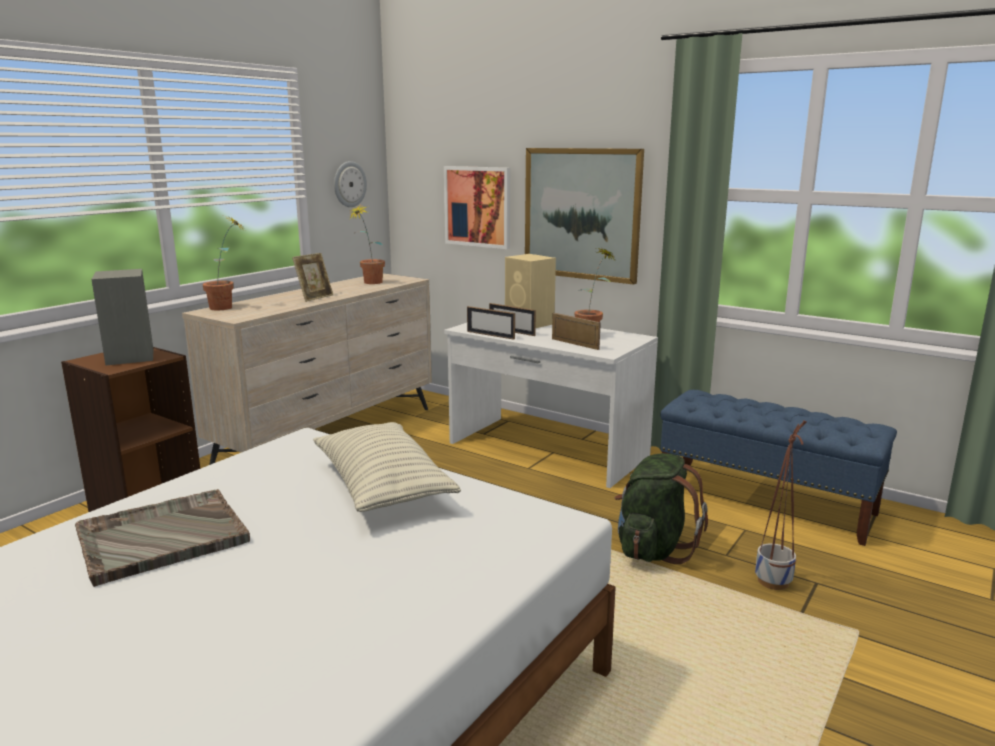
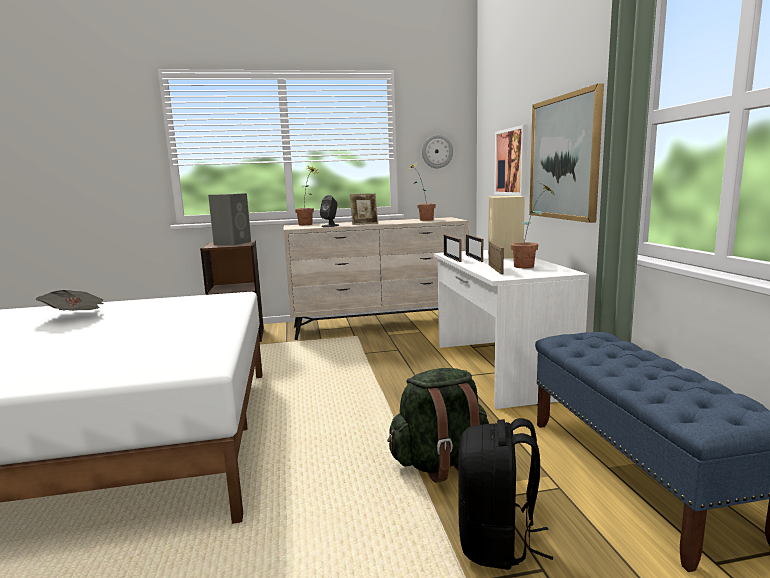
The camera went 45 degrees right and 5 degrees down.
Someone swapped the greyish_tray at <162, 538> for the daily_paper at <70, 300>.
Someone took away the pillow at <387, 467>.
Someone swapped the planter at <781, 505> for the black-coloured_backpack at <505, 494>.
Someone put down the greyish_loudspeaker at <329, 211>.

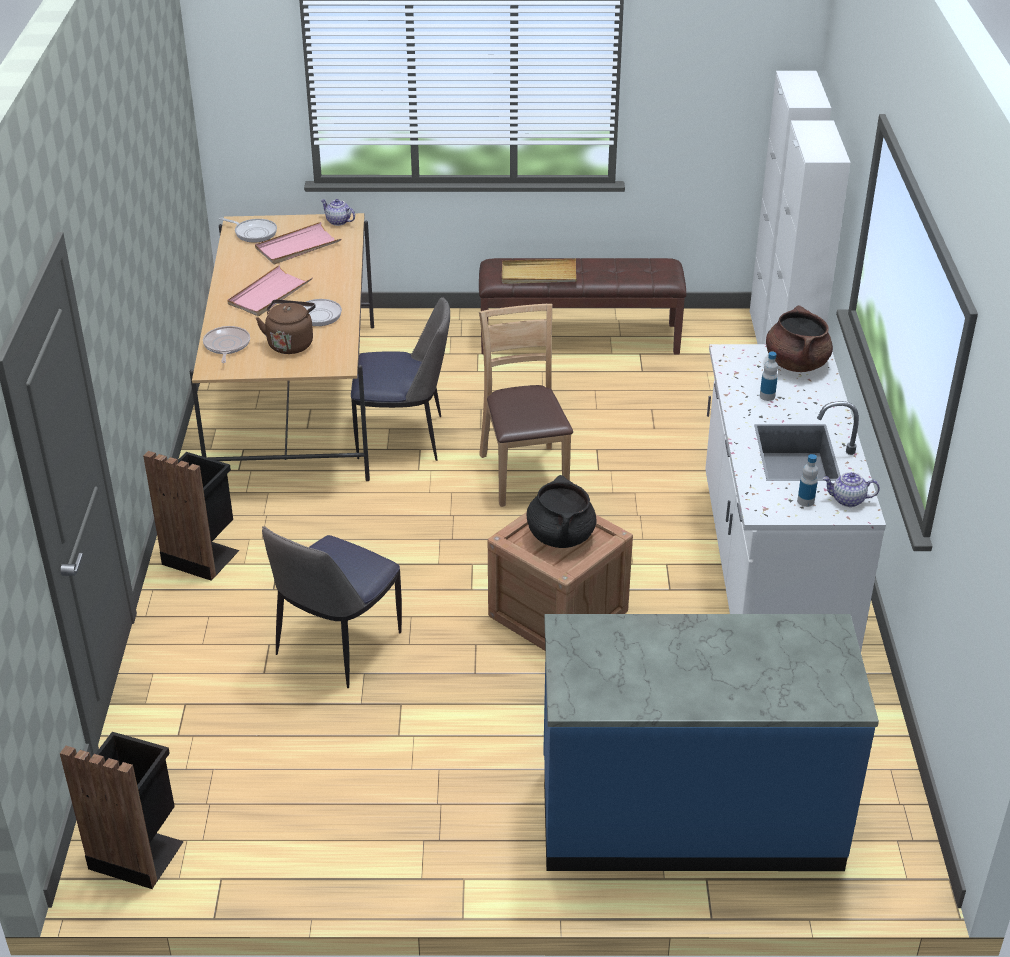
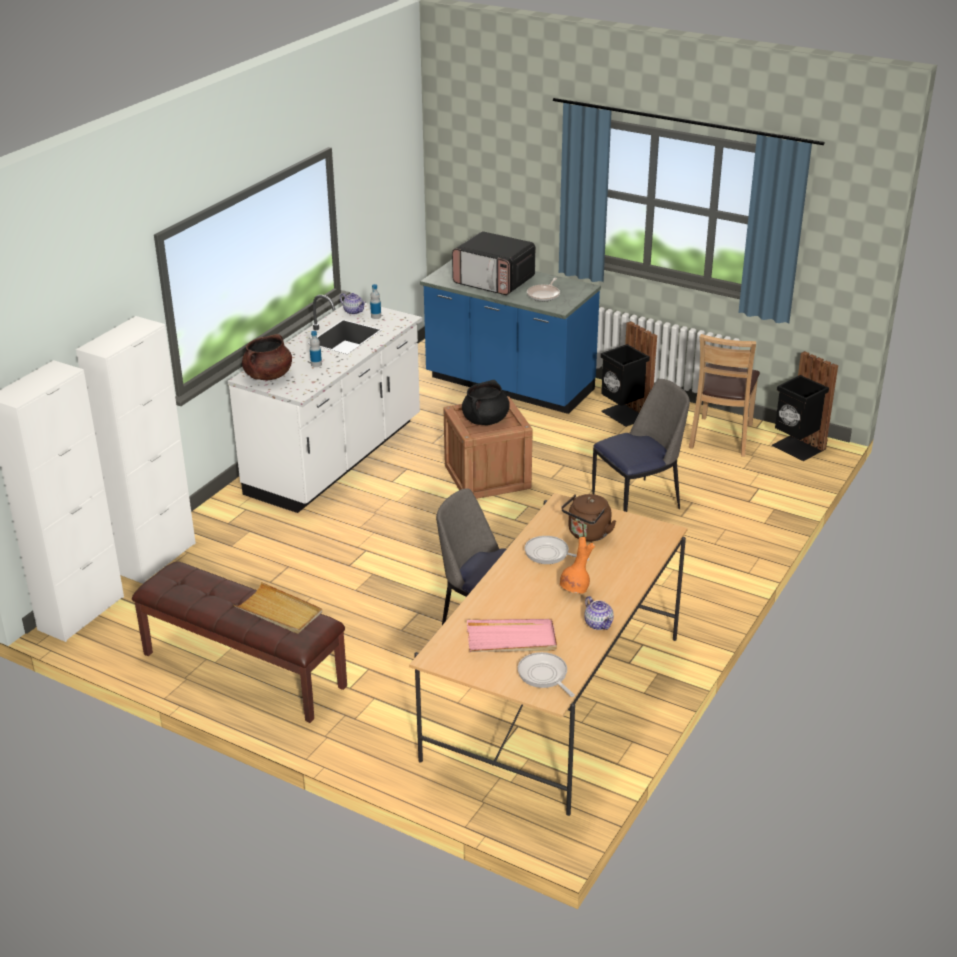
The camera went 150 degrees left and 5 degrees down.
Someone carried the black-coloured_rubbish_bin from <191, 516> to <628, 374>.
Someone carried the pan from <226, 344> to <543, 289>.
Someone swapped the pinkish_tray at <269, 290> for the orange-coloured_flower_vase at <577, 565>.
Someone carried the pot_for_tea from <338, 212> to <599, 613>.
Someone carried the brown_chair from <526, 405> to <724, 395>.
Someone put down the microwave_oven at <493, 263>.

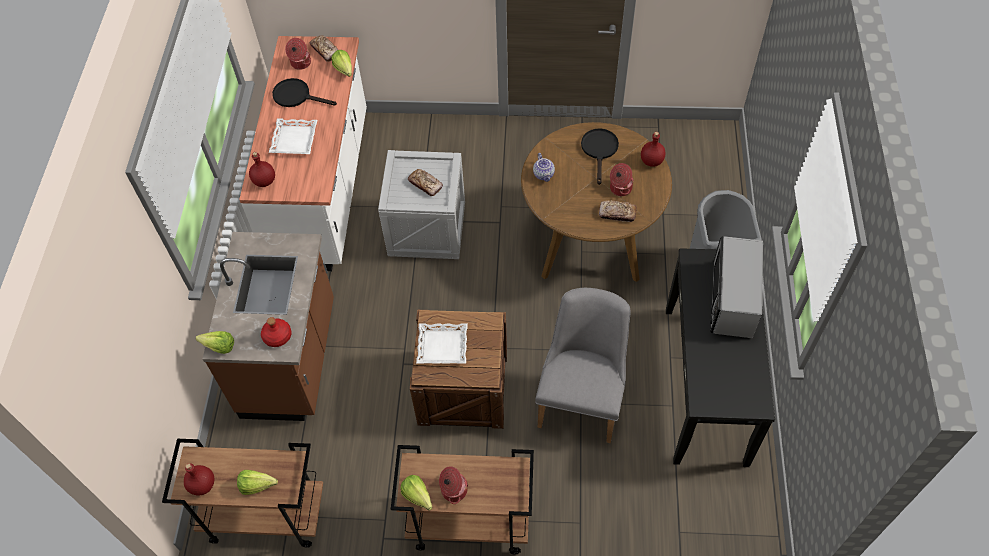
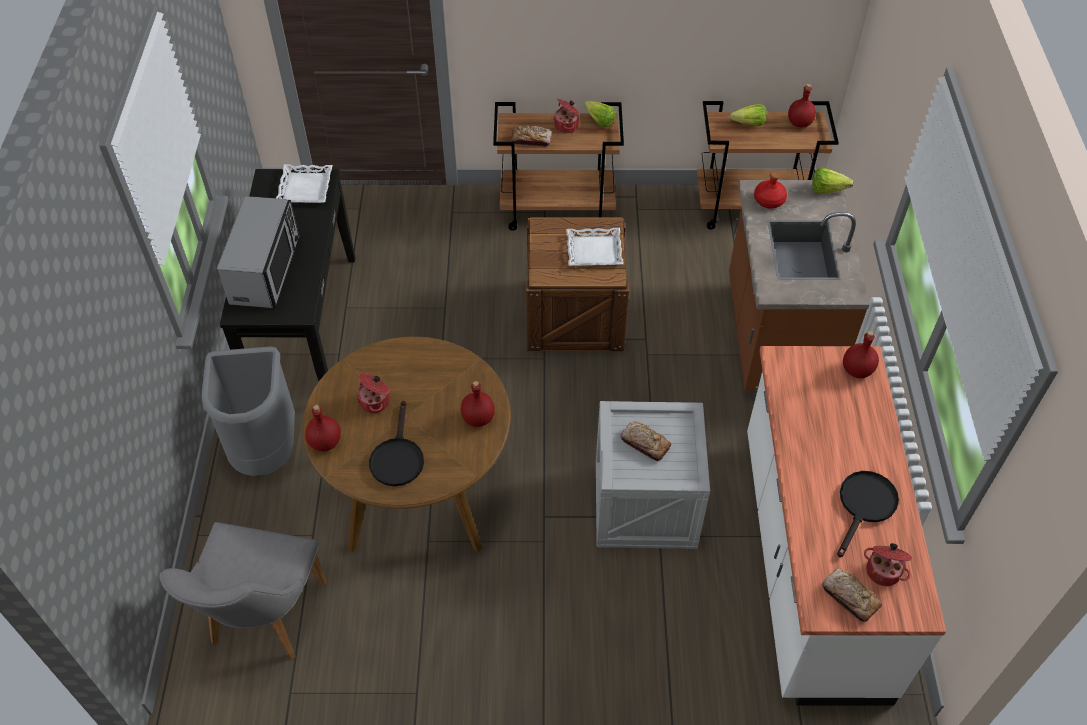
The camera went 175 degrees right and 5 degrees down.
Someone carried the whitish_tray from <293, 136> to <304, 183>.
Someone rotated the black-coloured_pan at <304, 92> by 75 degrees counterclockwise.
Someone took away the lettuce_head at <341, 63>.
Someone swapped the pot_for_tea at <544, 167> for the red_beverage_bottle at <478, 404>.
Someone carried the greyish_chair from <583, 365> to <243, 591>.
Someone carried the bakery_bread from <618, 211> to <531, 136>.

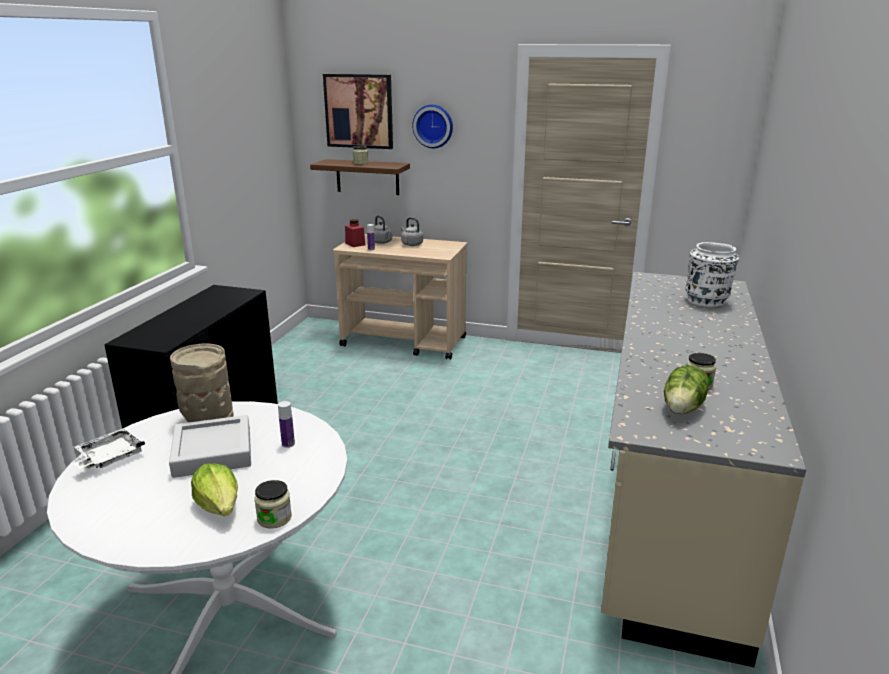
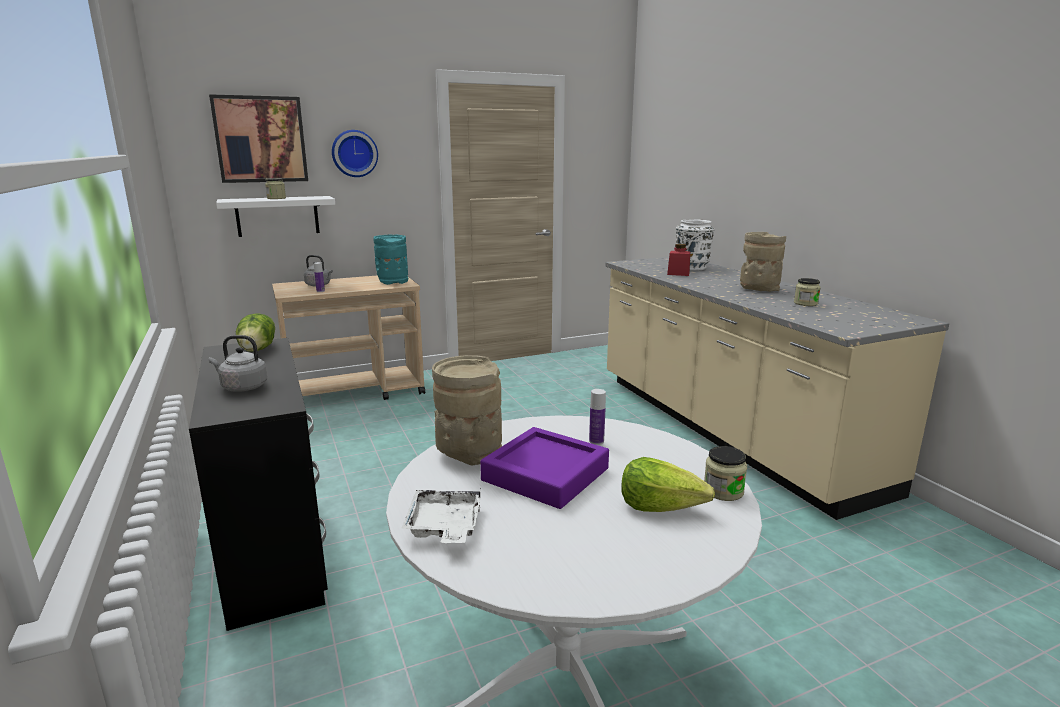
The camera went 40 degrees left and 5 degrees down.
Someone repainted the greyish_tray at <210, 446>, which became the purple_tray at <544, 468>.
Someone repainted the brown_wall_shelf at <360, 177>, which became the whitish_wall_shelf at <275, 216>.
Someone carried the red_jar from <355, 233> to <678, 260>.
Someone carried the greyish_tea_kettle from <412, 231> to <238, 363>.
Someone carried the lettuce_head from <686, 389> to <255, 332>.
Someone put down the turquoise_flower_vase at <390, 260>.
Someone put down the beige-coloured_flower_vase at <763, 262>.

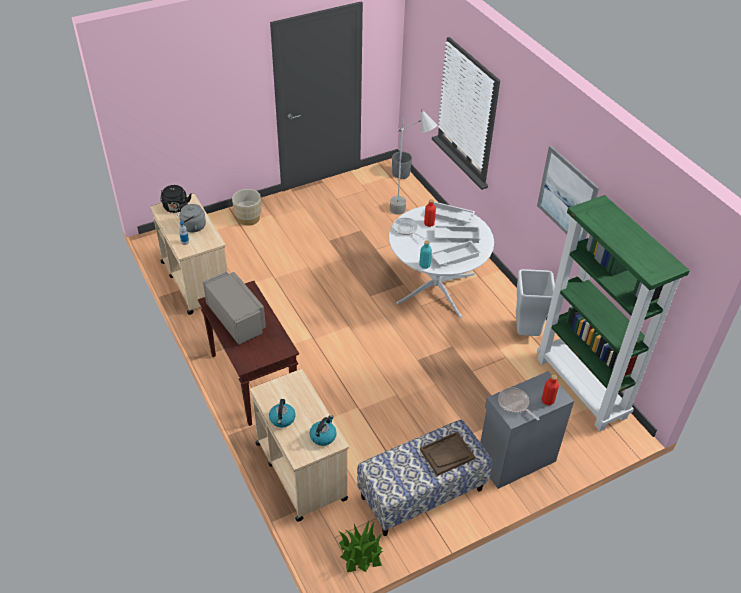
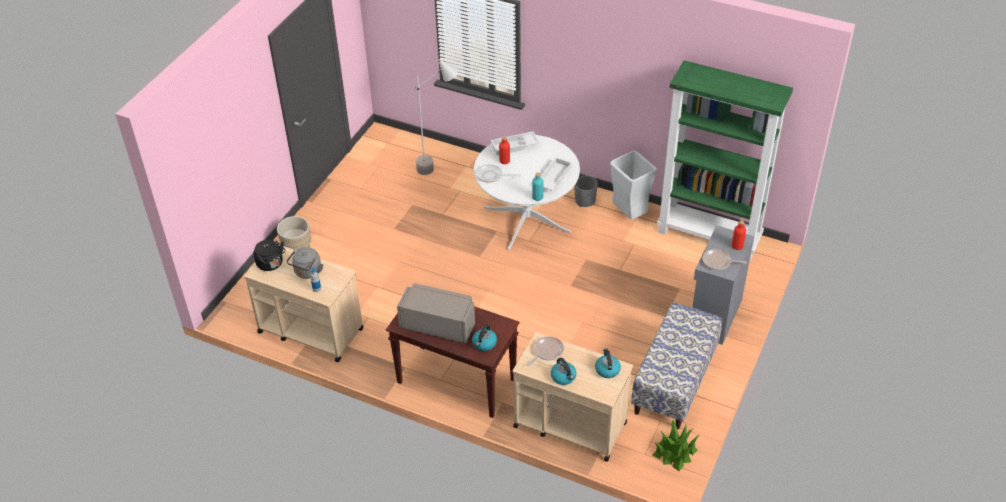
The camera went 35 degrees left and 0 degrees up.
Someone carried the greyish_planter from <402, 165> to <586, 191>.
Someone took away the brown_tray at <447, 454>.
Someone took away the whitish_tray at <457, 234>.
Someone took away the wall_picture at <568, 193>.
Someone put down the tea_kettle at <484, 337>.
Someone put down the pan at <545, 351>.

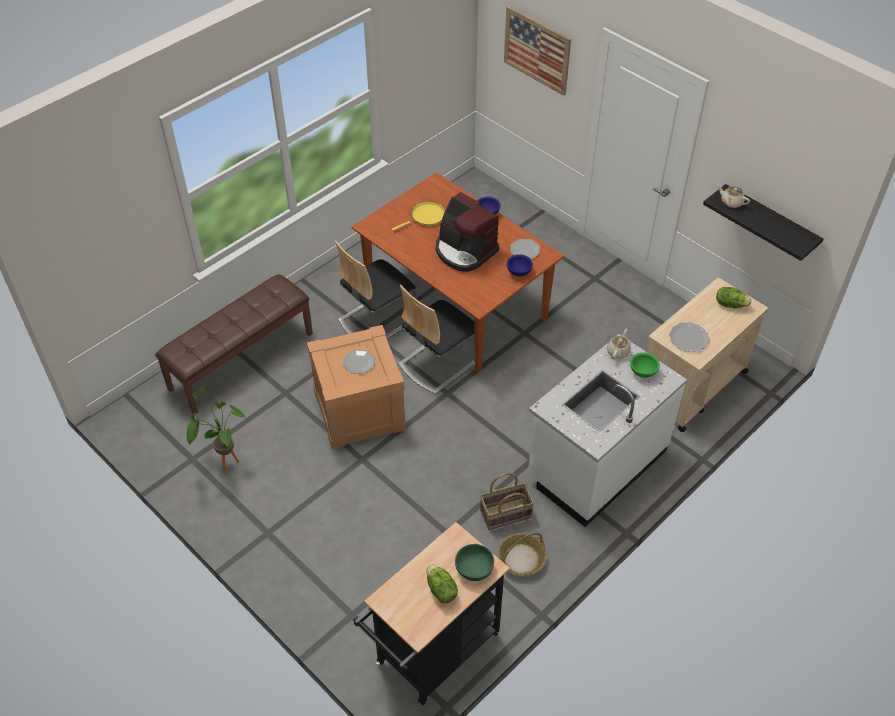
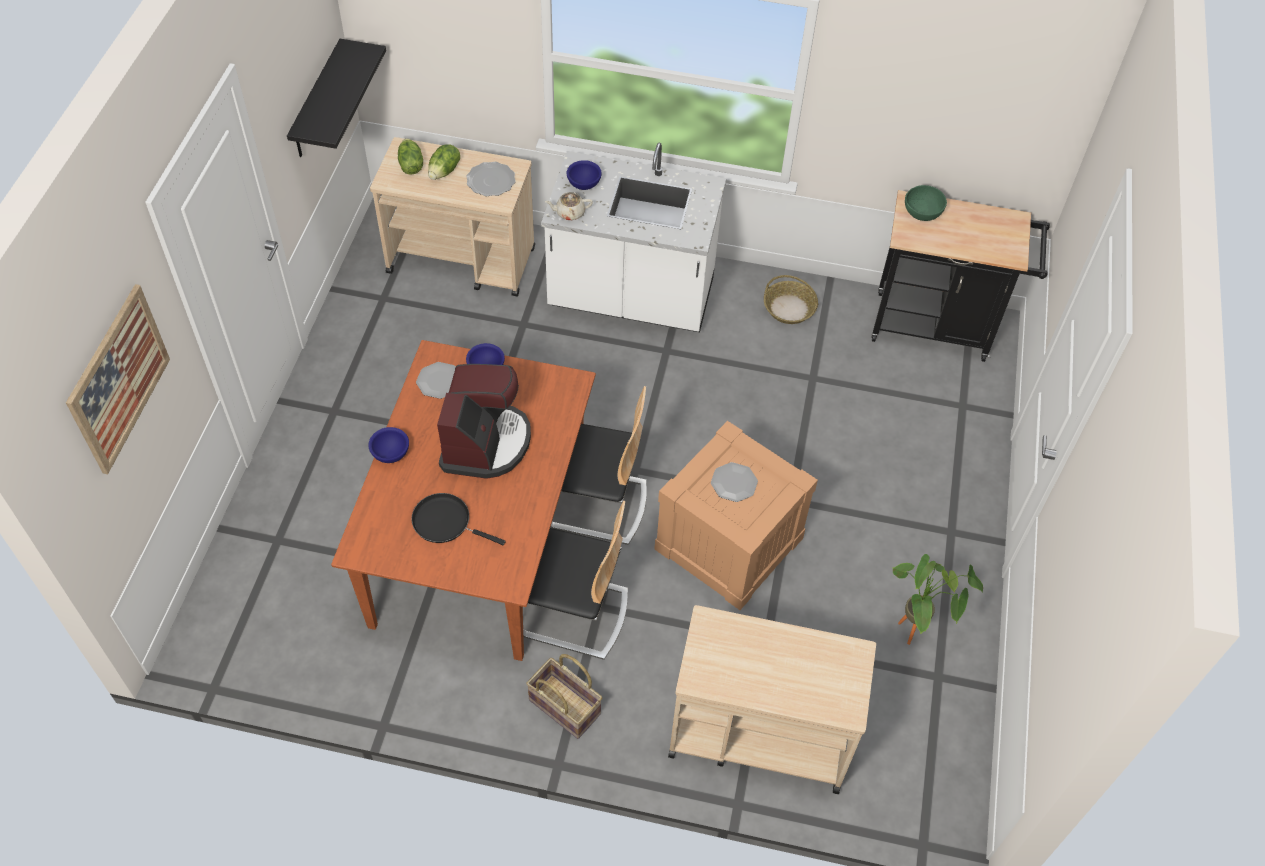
The camera went 125 degrees left and 5 degrees up.
Someone swapped the brown_bench at <234, 344> for the beige-coloured_trolley at <772, 699>.
Someone repainted the yellow_pan at <418, 216>, which became the black-coloured_pan at <458, 519>.
Someone carried the lettuce_head from <442, 584> to <444, 162>.
Someone carried the household_basket from <507, 501> to <564, 696>.
Someone repainted the green_bowl at <645, 365>, which became the blue_bowl at <584, 175>.
Someone took away the beige-coloured_pot_for_tea at <733, 196>.

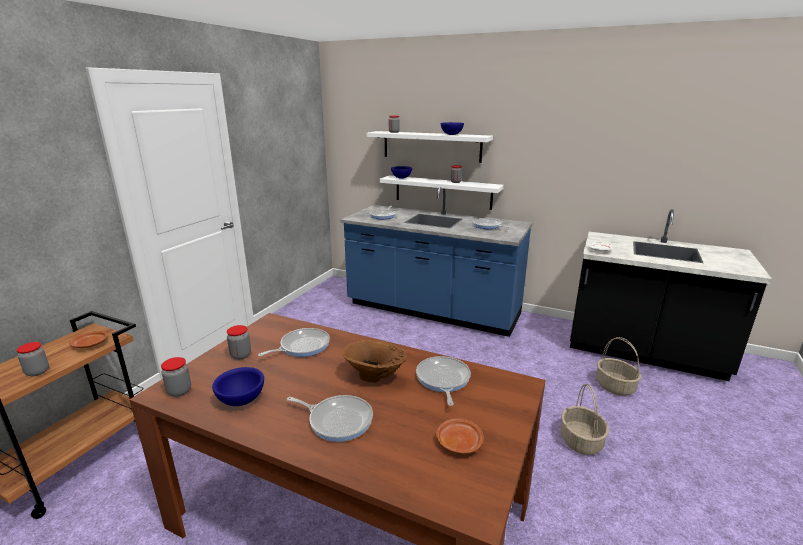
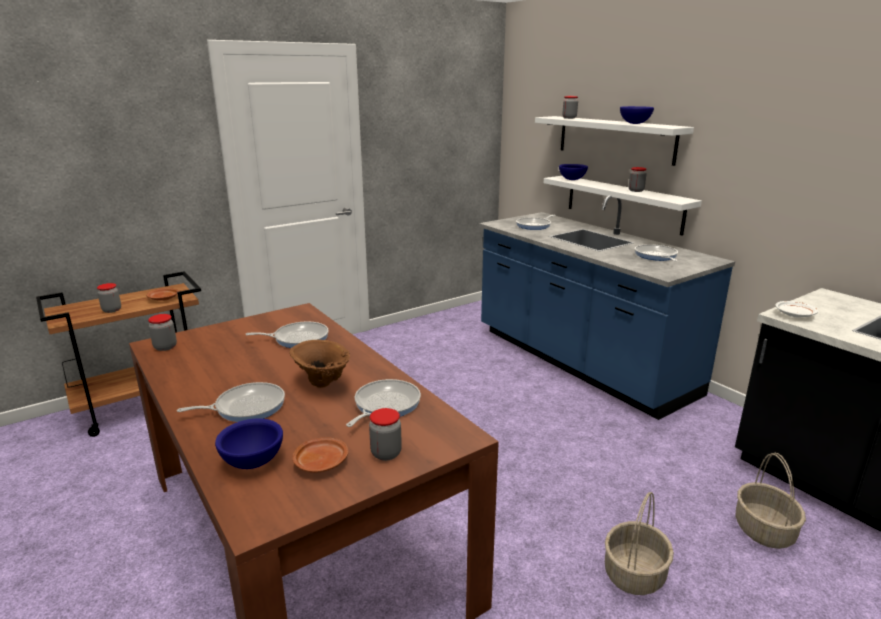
The camera went 30 degrees right and 0 degrees up.
Someone carried the blue_bowl from <238, 386> to <249, 443>.
Someone carried the jar from <239, 342> to <385, 434>.
Someone rotated the pan at <330, 418> by 75 degrees counterclockwise.

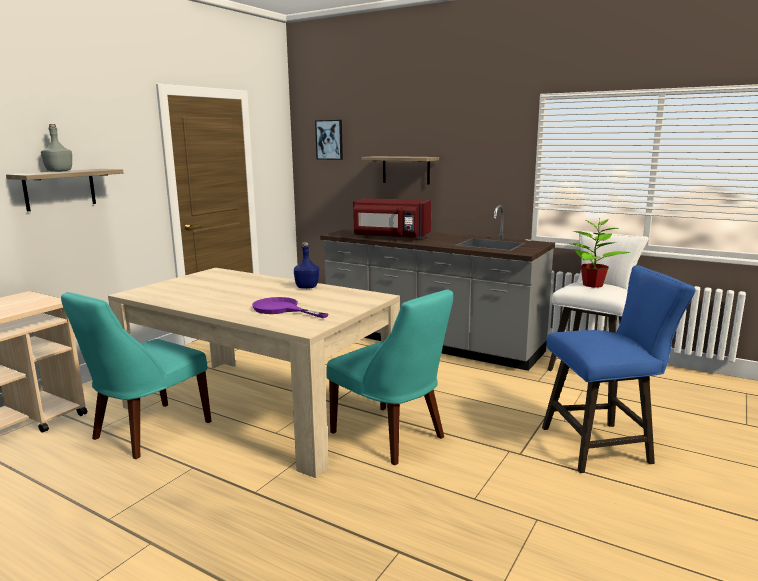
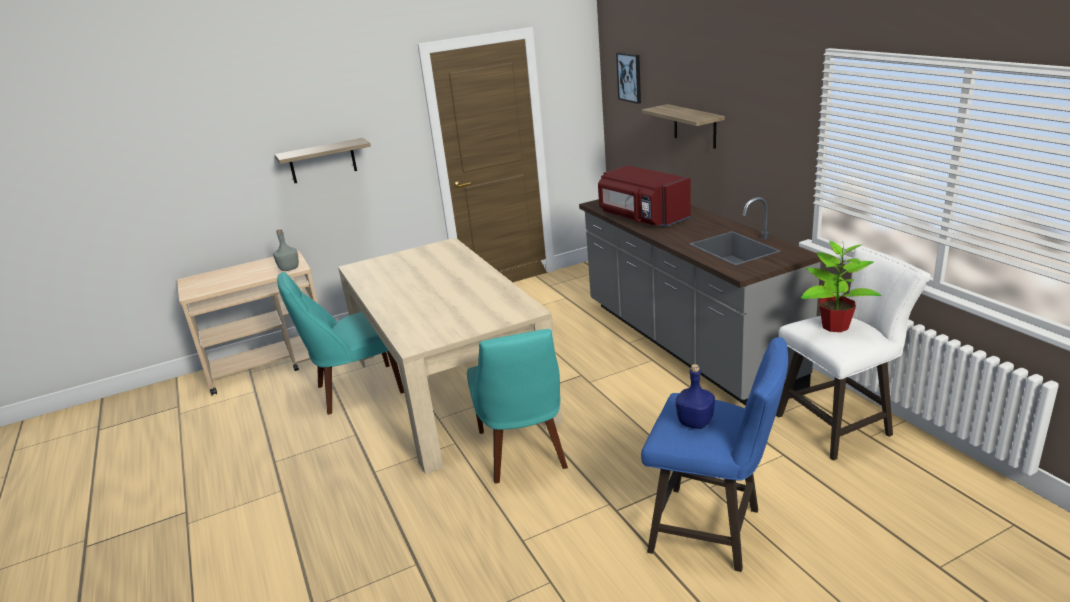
The camera went 35 degrees right and 10 degrees up.
Someone carried the greyish_beverage_bottle from <56, 148> to <286, 250>.
Someone took away the purple_pan at <290, 307>.
Someone carried the blue_beverage_bottle from <306, 265> to <695, 396>.

